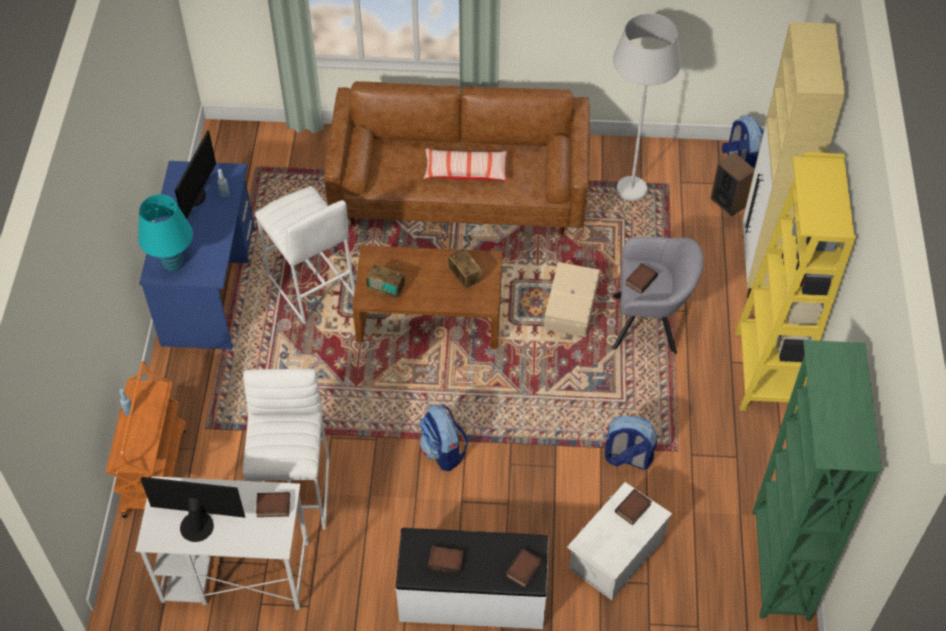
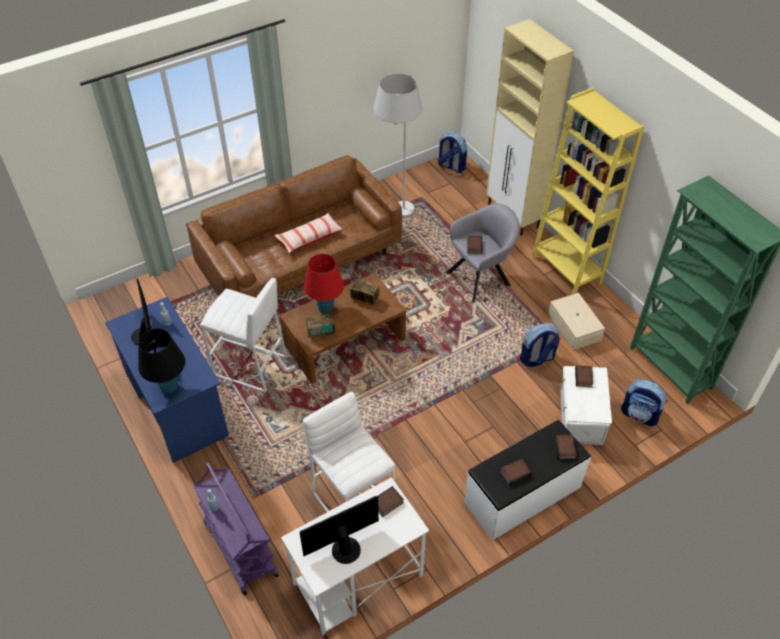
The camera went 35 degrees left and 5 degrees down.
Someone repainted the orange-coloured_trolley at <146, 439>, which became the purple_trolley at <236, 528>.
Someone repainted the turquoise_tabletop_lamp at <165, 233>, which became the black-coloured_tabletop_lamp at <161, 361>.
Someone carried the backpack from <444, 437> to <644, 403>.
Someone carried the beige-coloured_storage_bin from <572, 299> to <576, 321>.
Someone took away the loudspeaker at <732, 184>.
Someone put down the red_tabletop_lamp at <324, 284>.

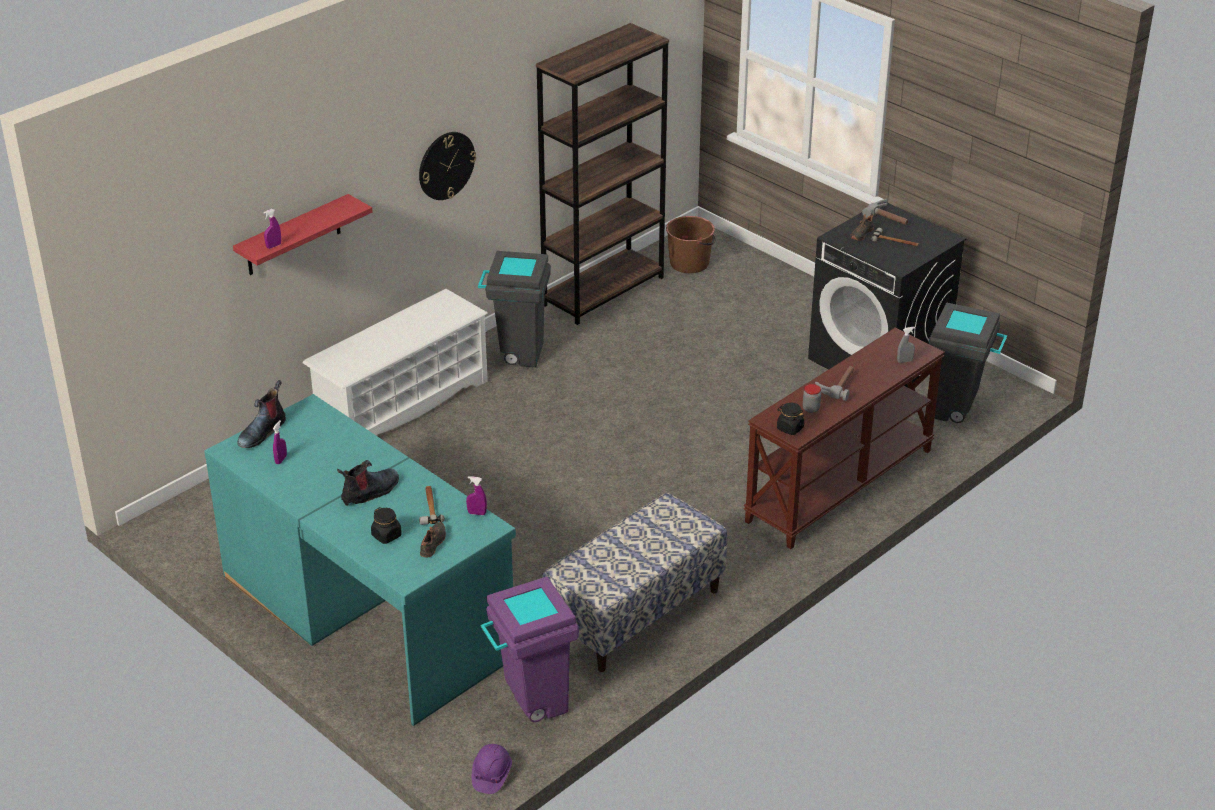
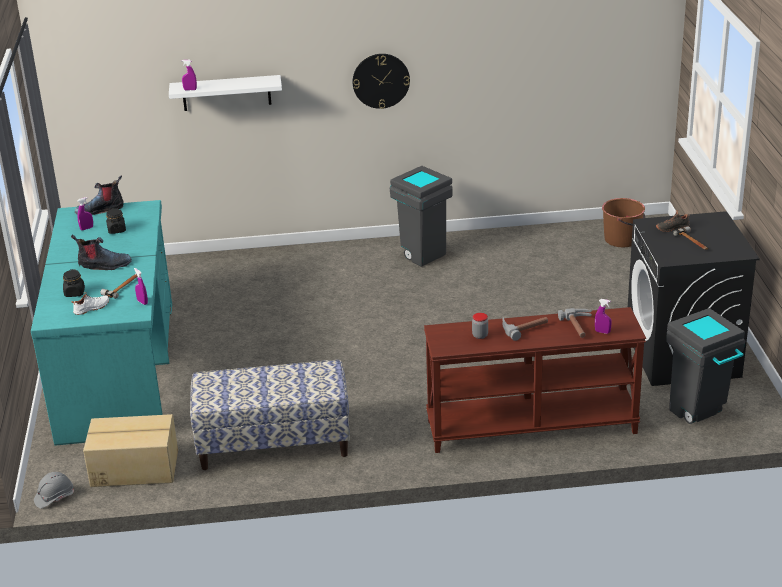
The camera went 40 degrees right and 5 degrees down.
Someone repainted the red_wall_shelf at <302, 234>, which became the whitish_wall_shelf at <225, 93>.
Someone took away the whitish_shoe_rack at <395, 362>.
Someone repainted the black-coloured_shoe at <433, 539>, which became the whitish_shoe at <90, 303>.
Someone repainted the purple_hard_hat at <492, 769>, which became the greyish_hard_hat at <54, 490>.
Someone swapped the purple_rubbish_bin at <529, 649> for the packing_box at <130, 450>.
Someone took away the brown_shelving_unit at <602, 174>.
Someone carried the black-coloured_jar from <790, 419> to <116, 221>.
Someone carried the hand_hammer from <885, 212> to <575, 323>.
Someone repainted the greyish_spray_bottle at <906, 345>, which became the purple_spray_bottle at <603, 316>.

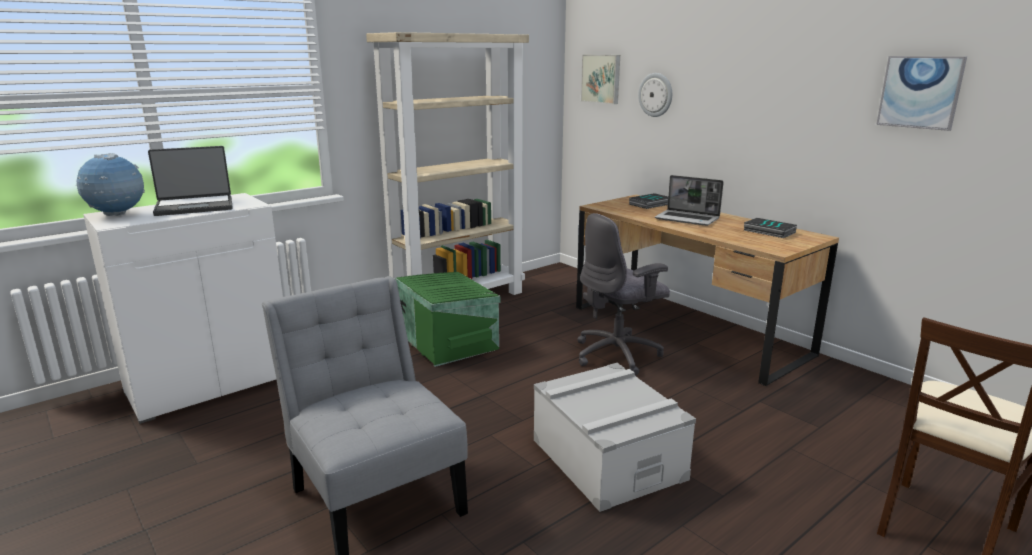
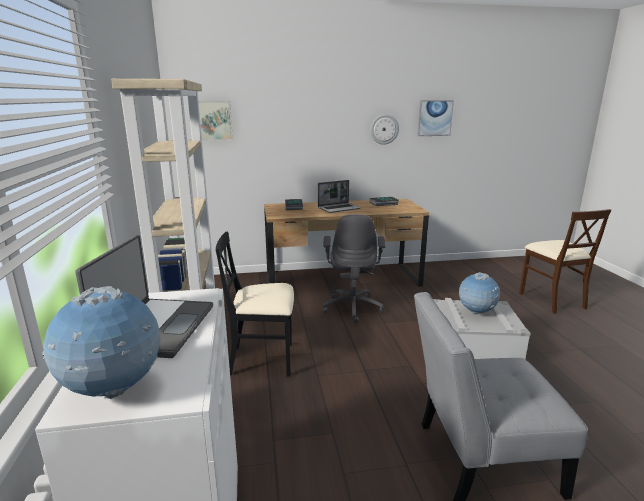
The camera went 60 degrees left and 0 degrees up.
Someone swapped the green_storage_bin at <447, 319> for the black-coloured_chair at <255, 304>.
Someone carried the wall_clock from <655, 95> to <384, 129>.
Someone put down the desk_globe at <479, 293>.

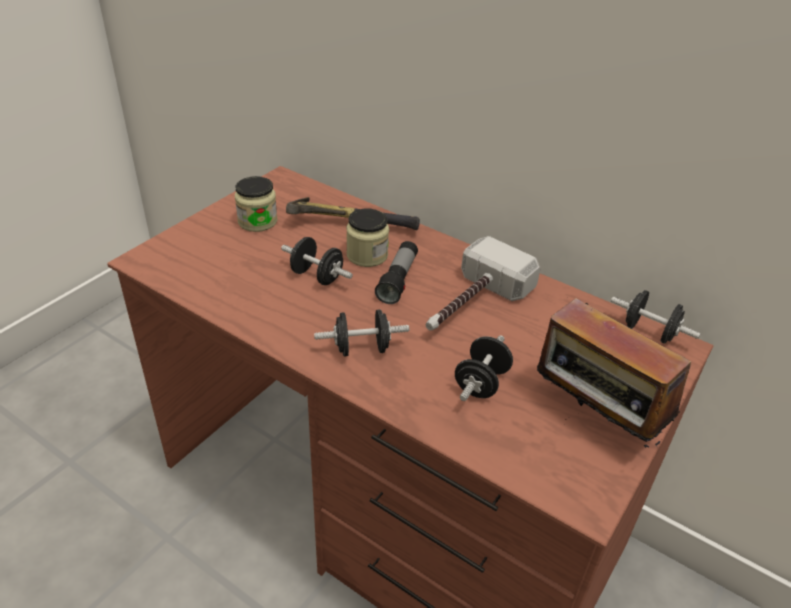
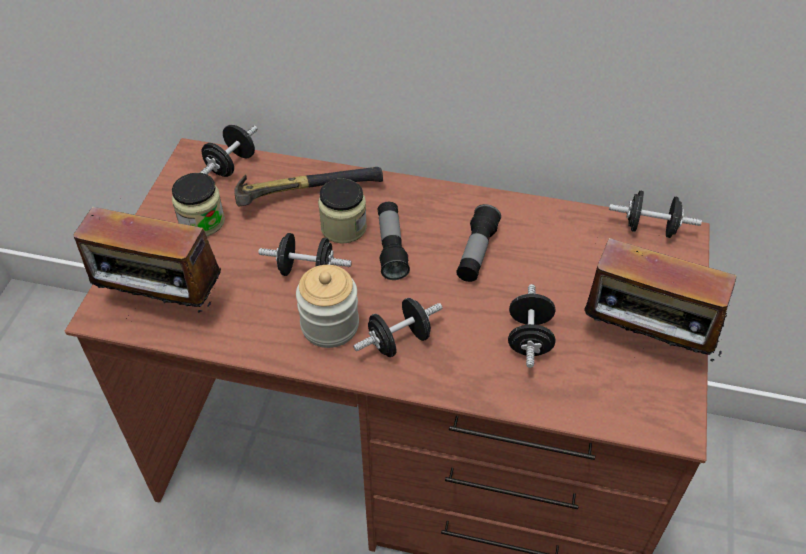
The camera went 20 degrees left and 10 degrees up.
Someone swapped the hand_hammer at <483, 283> for the torch at <478, 243>.
Someone put down the radio at <147, 261>.
Someone put down the black-coloured_free_weight at <228, 151>.
Someone put down the jar at <327, 306>.

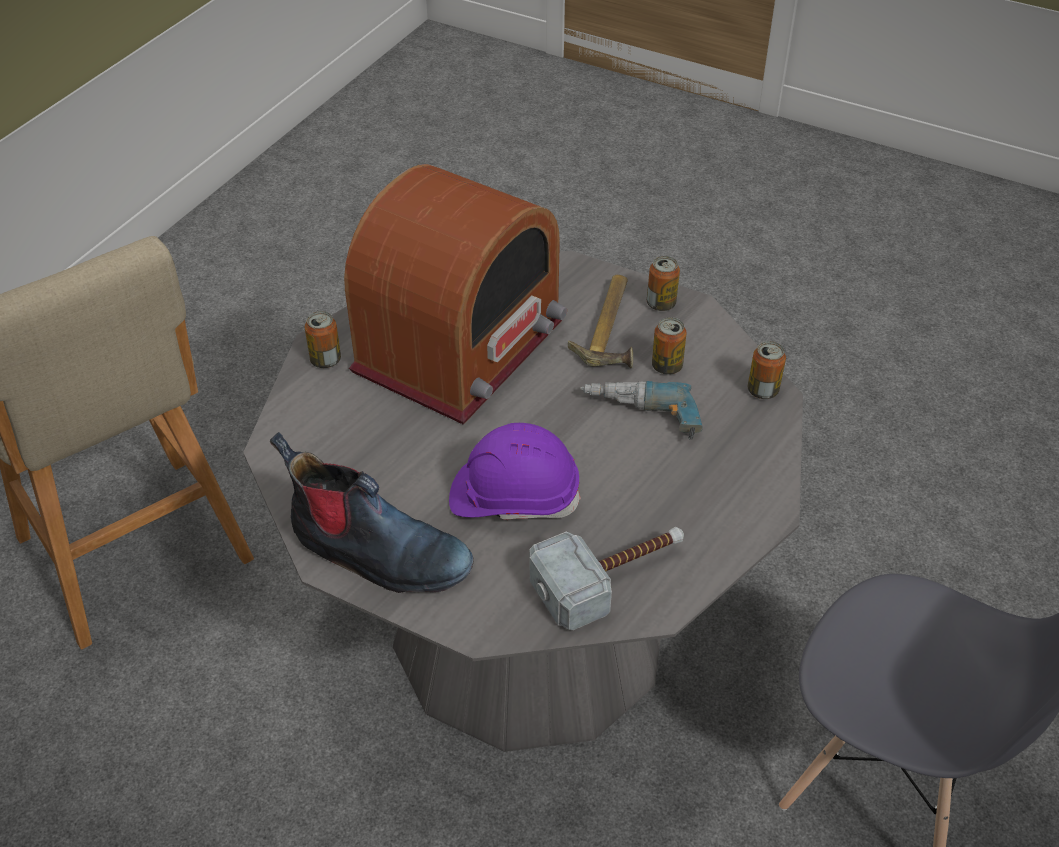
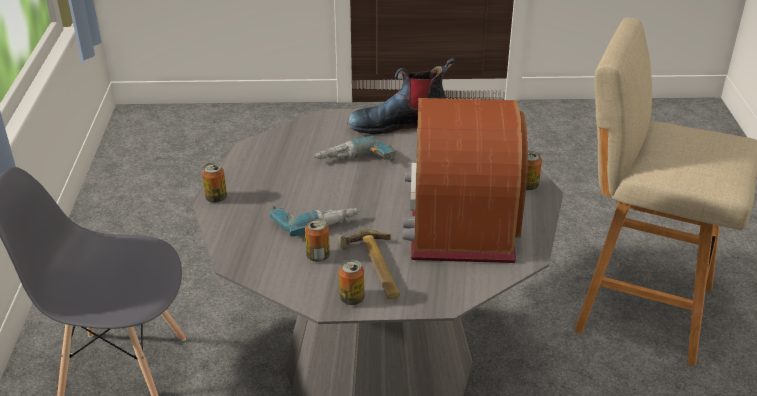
The camera went 150 degrees right and 10 degrees down.
Someone swapped the purple_hard_hat at <515, 471> for the drill at <355, 148>.
Someone took away the hand_hammer at <606, 578>.
Someone carried the sealed_can from <767, 370> to <214, 182>.

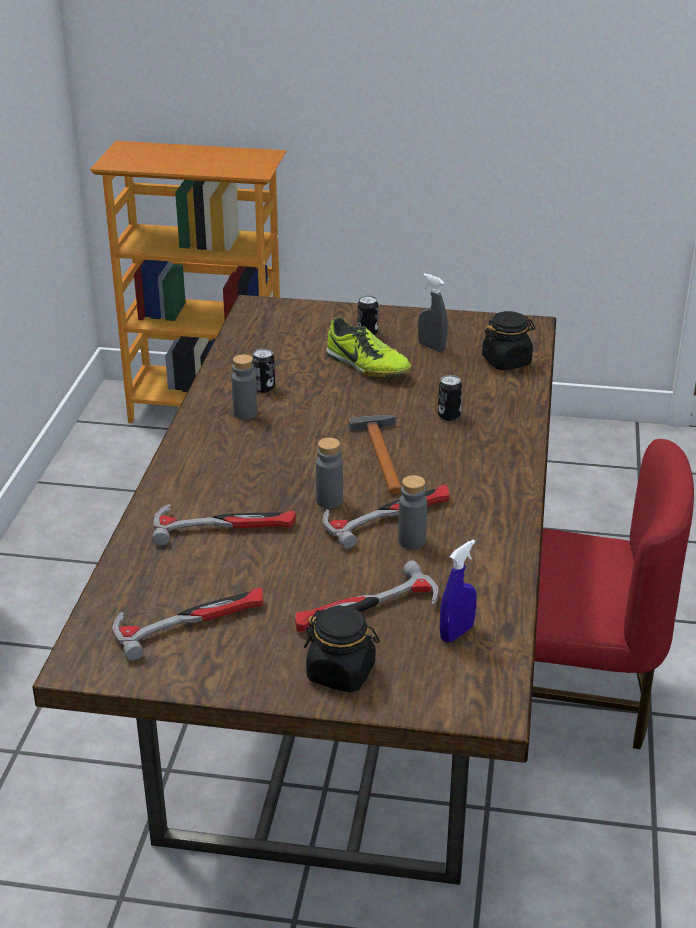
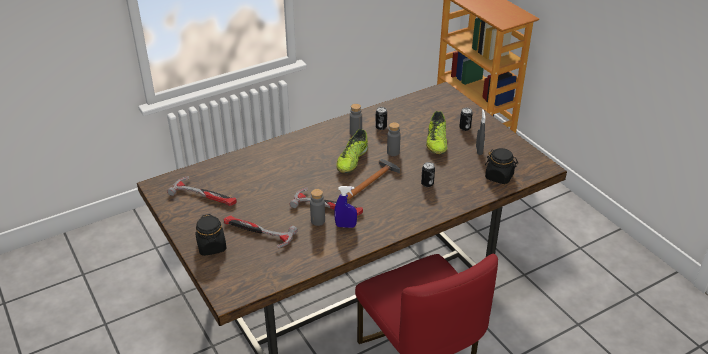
The camera went 50 degrees right and 5 degrees up.
Someone took away the hand_hammer at <224, 525>.
Someone carried the greyish_beverage_bottle from <329, 473> to <394, 139>.
Someone carried the blue_spray_bottle from <458, 591> to <345, 207>.
Someone put down the shoe at <352, 151>.

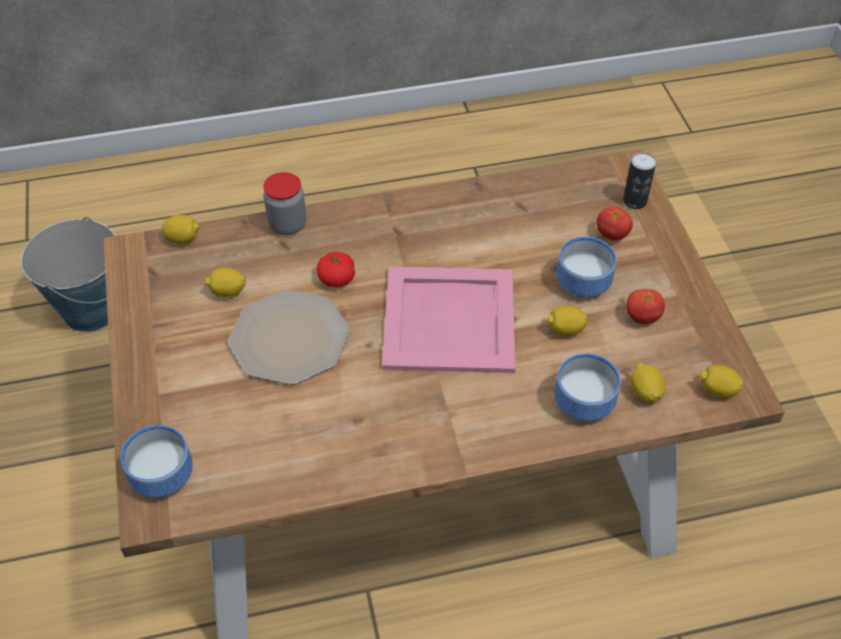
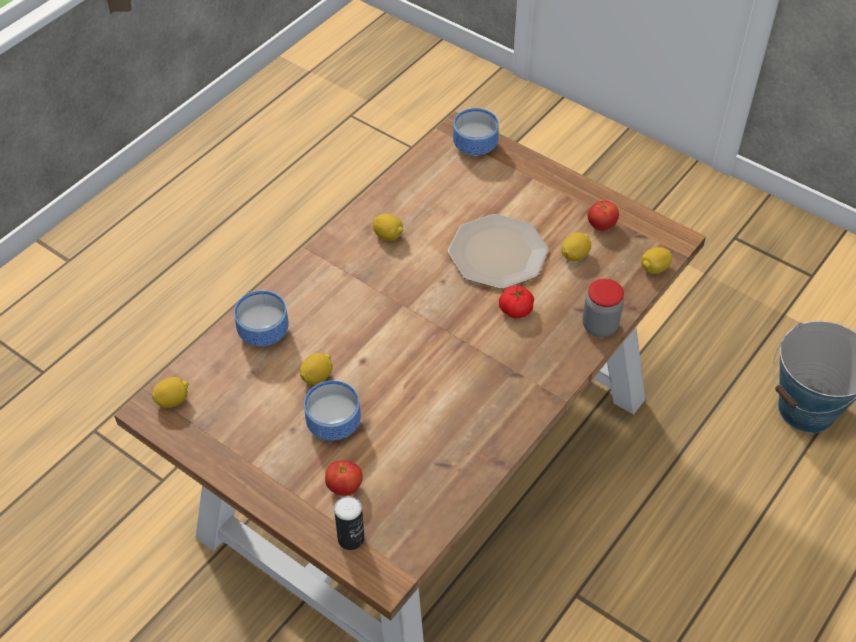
The camera went 140 degrees right and 0 degrees up.
Someone took away the pinkish_tray at <448, 320>.
Someone carried the fresh_tomato from <645, 306> to <603, 216>.
Someone carried the lemon from <647, 383> to <388, 227>.

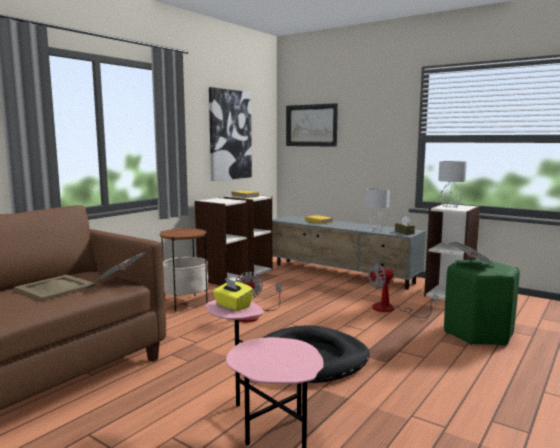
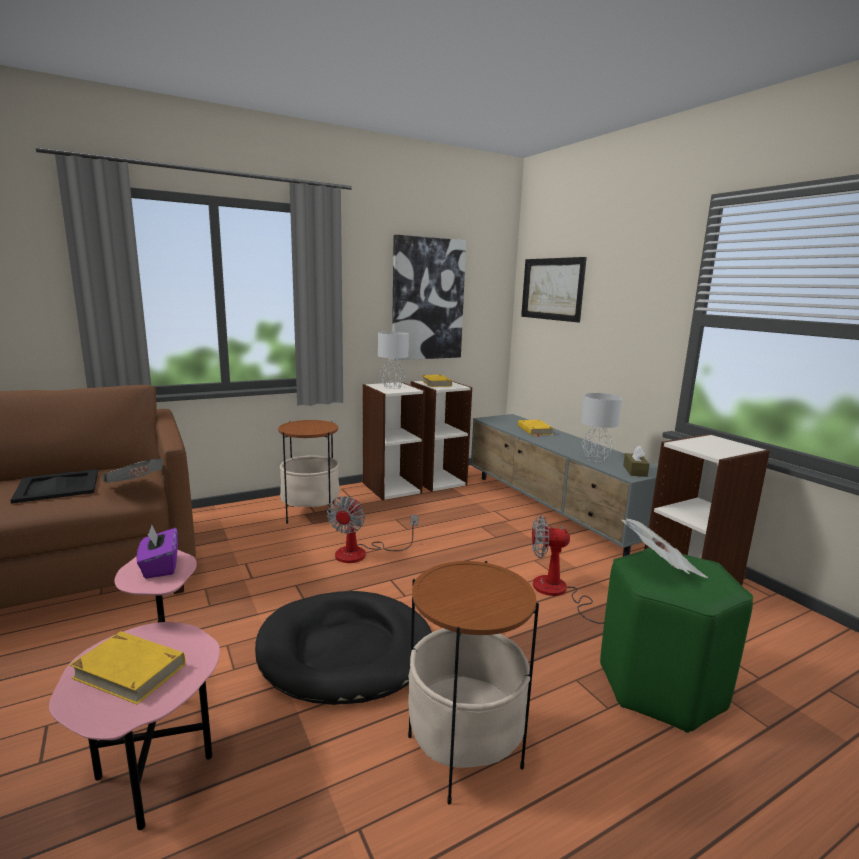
The camera went 25 degrees right and 5 degrees up.
Someone repainted the beige-coloured_tray at <55, 288>, which became the black-coloured_tray at <54, 486>.
Someone repainted the yellow_tissue_holder at <233, 294>, which became the purple_tissue_holder at <157, 552>.
Someone carried the greyish_tabletop_lamp from <452, 184> to <393, 360>.
Someone put down the yellow_bound_book at <127, 667>.
Someone put down the end_table at <473, 683>.

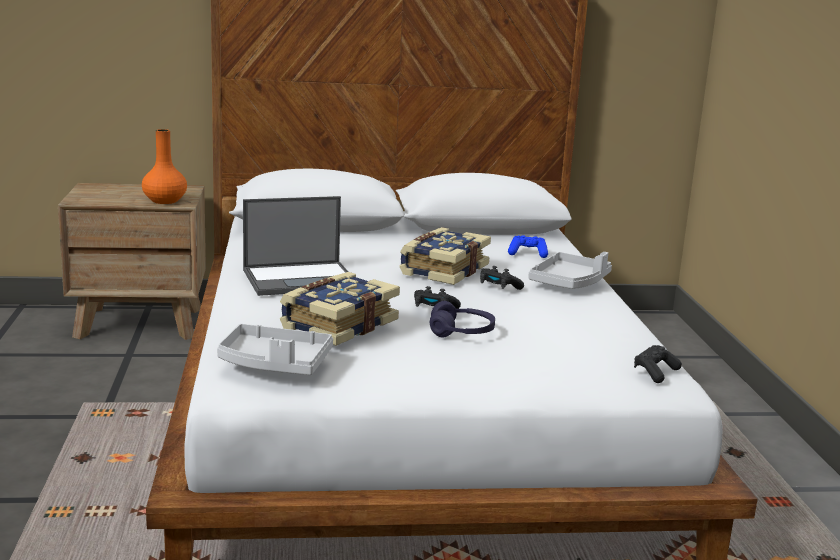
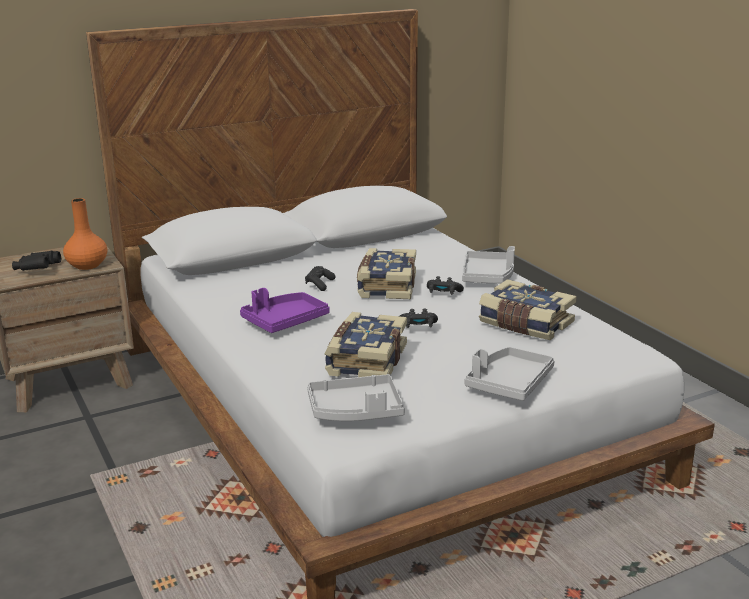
The camera went 20 degrees left and 5 degrees up.
Someone swapped the portable_computer at <295, 246> for the purple_tray at <284, 310>.
Someone took away the purple_headset at <462, 319>.
Someone took away the blue_gamepad at <528, 246>.
Someone carried the black-coloured_gamepad from <658, 364> to <320, 278>.
Someone put down the black-coloured_binoculars at <36, 261>.
Someone put down the greyish_tray at <510, 374>.
Someone put down the bound_book at <527, 309>.

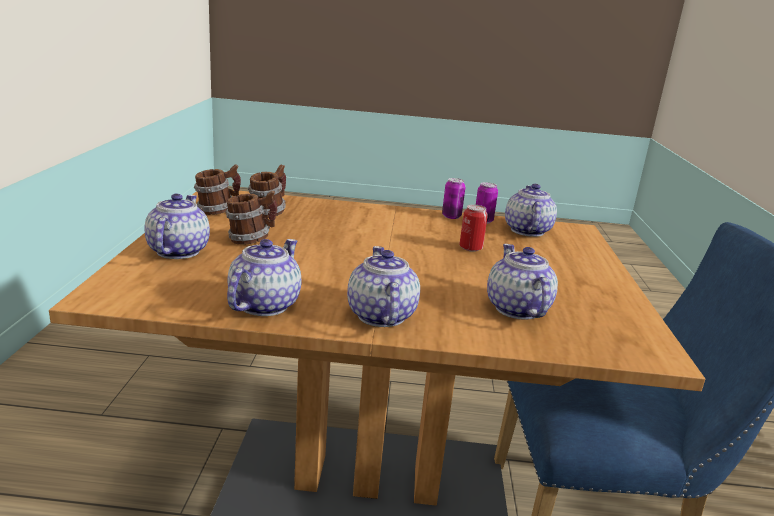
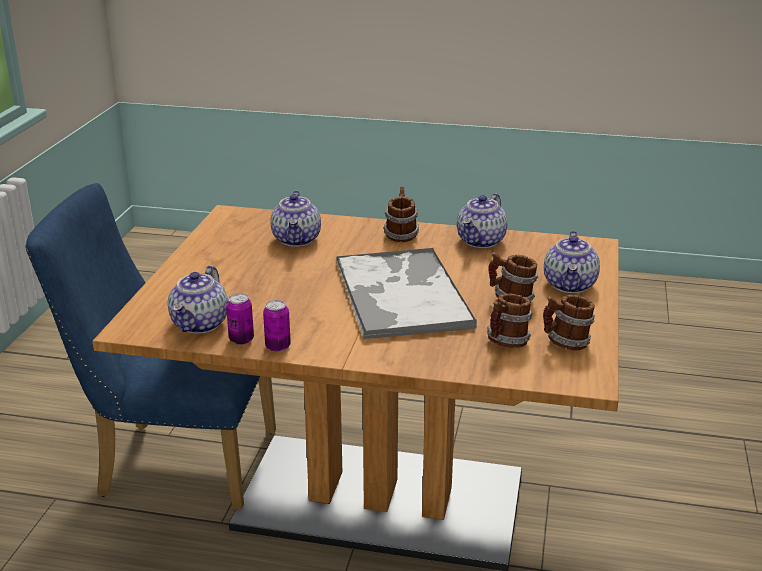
The camera went 170 degrees left and 5 degrees up.
Someone swapped the pot_for_tea at <383, 286> for the tea_mug at <401, 214>.
Someone took away the sealed_can at <473, 228>.
Someone put down the tray at <406, 293>.

